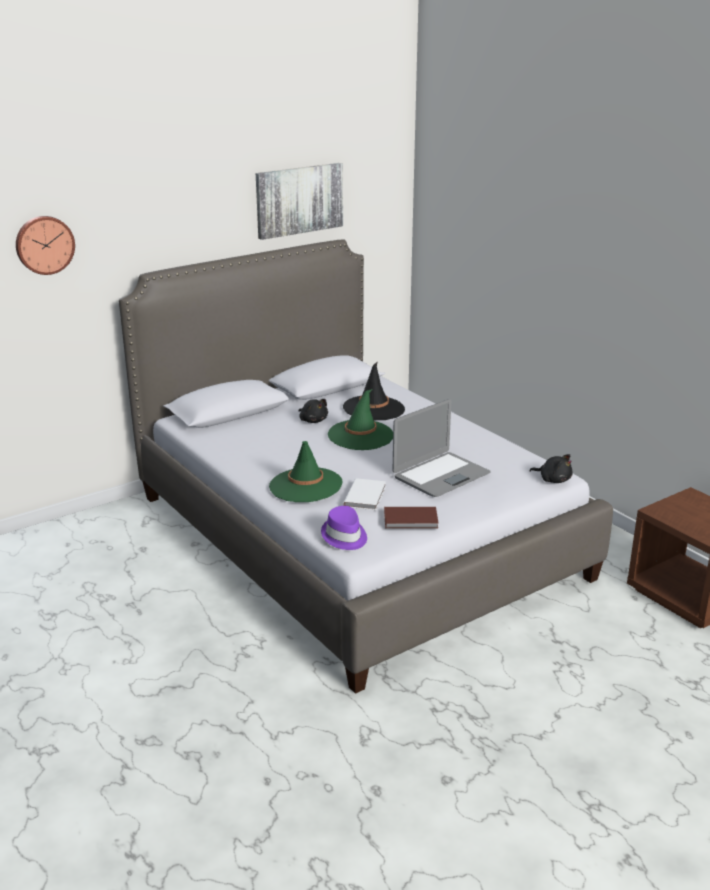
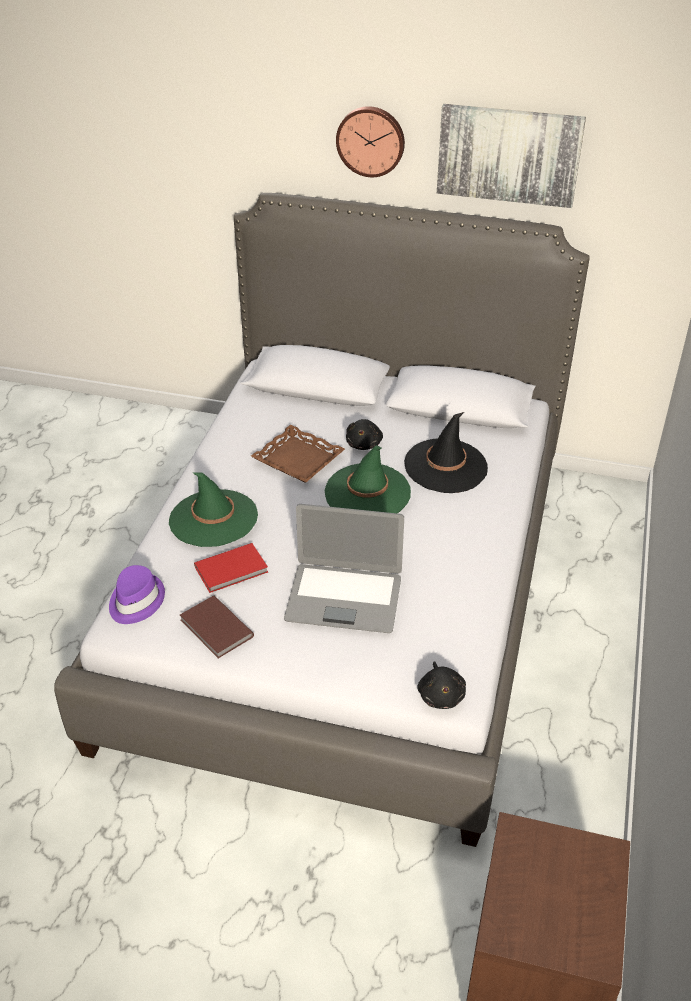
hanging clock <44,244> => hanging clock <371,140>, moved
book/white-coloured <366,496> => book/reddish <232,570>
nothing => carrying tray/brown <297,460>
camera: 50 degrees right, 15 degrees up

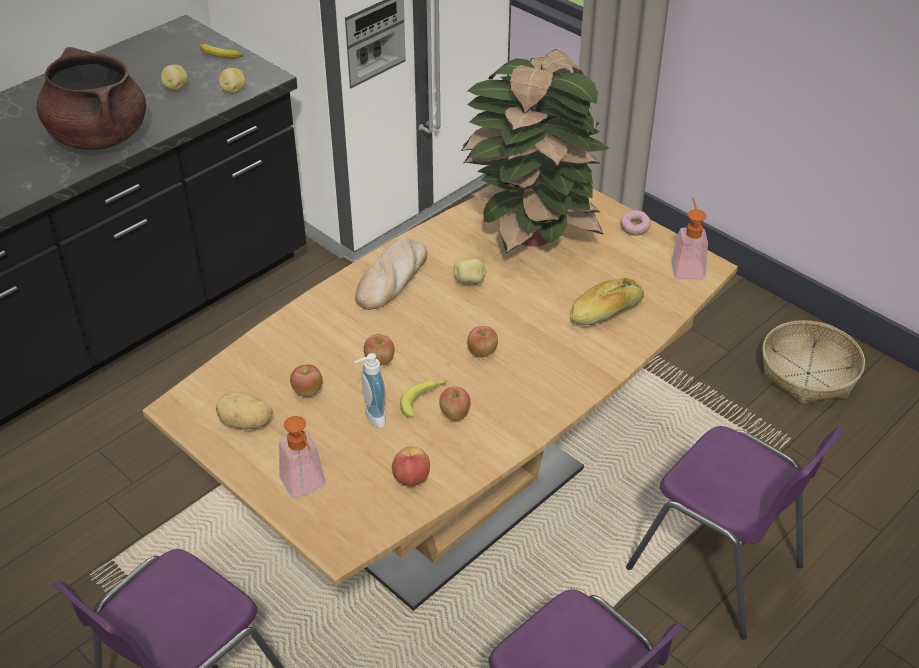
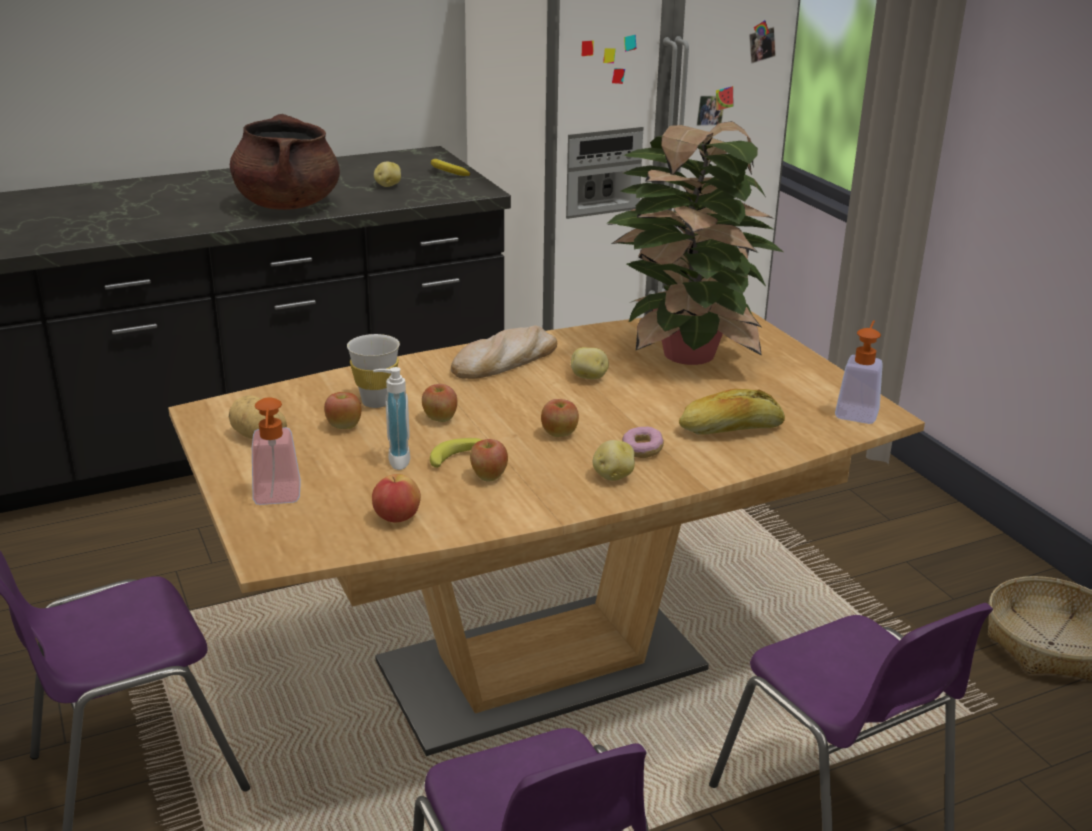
whole potato <233,91> => whole potato <612,476>, moved
donut <634,228> => donut <642,450>, moved
nothing => small cup/white-coloured <376,402>
camera: 20 degrees right, 15 degrees down

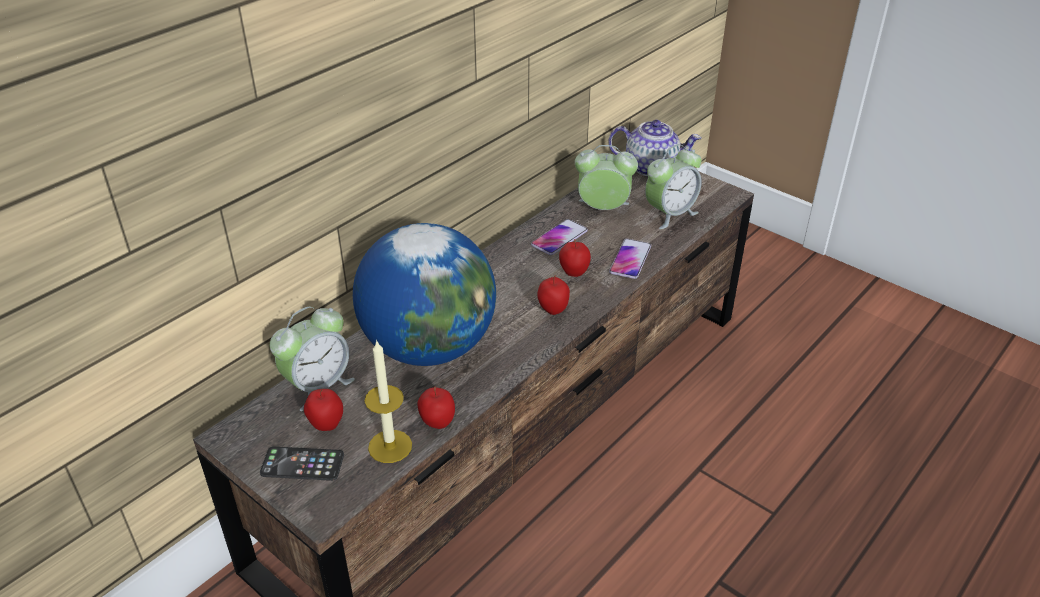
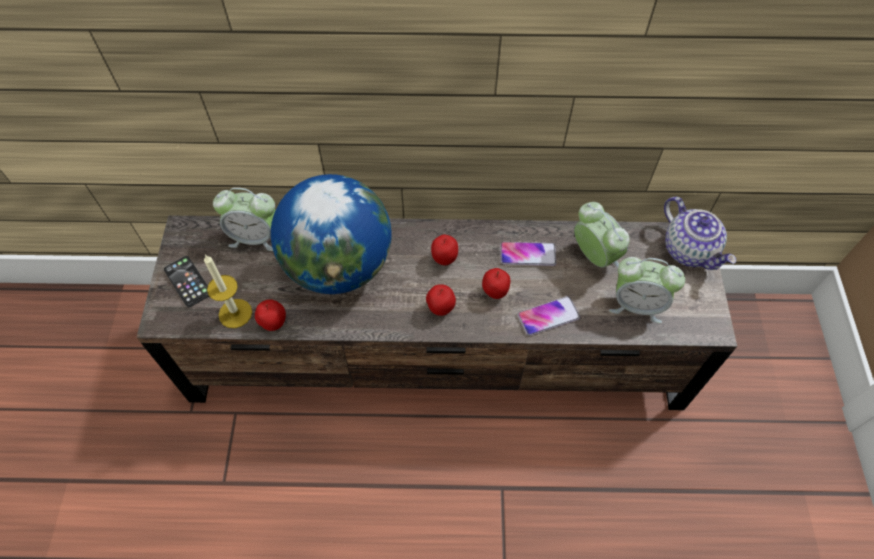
whole apple <326,425> => whole apple <444,259>, moved
camera: 50 degrees right, 20 degrees up

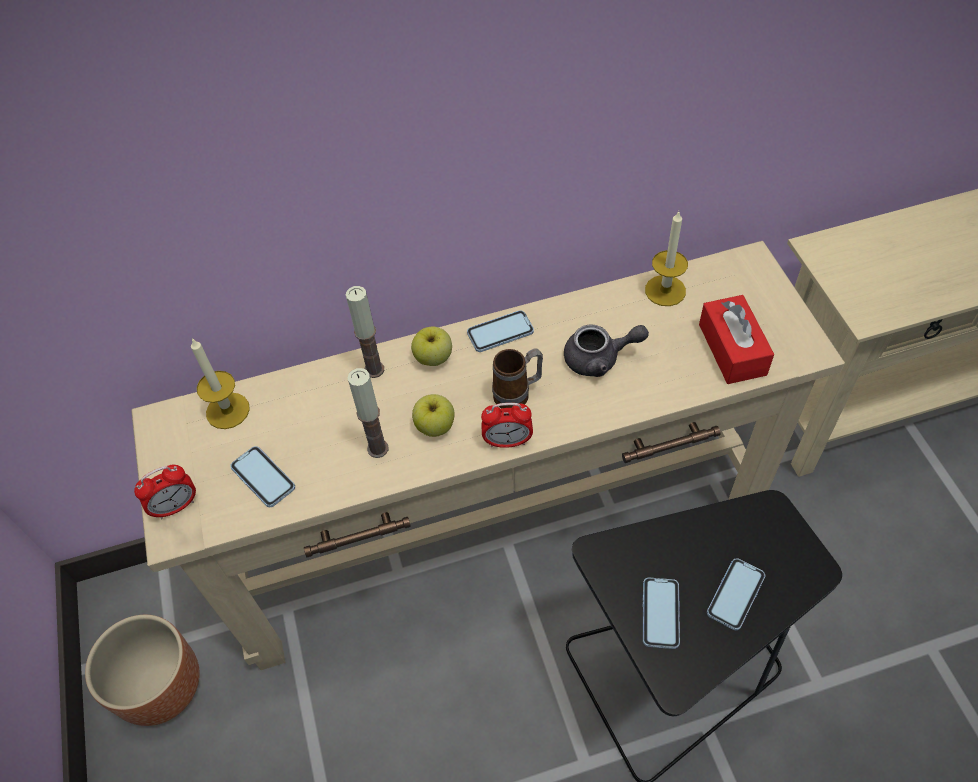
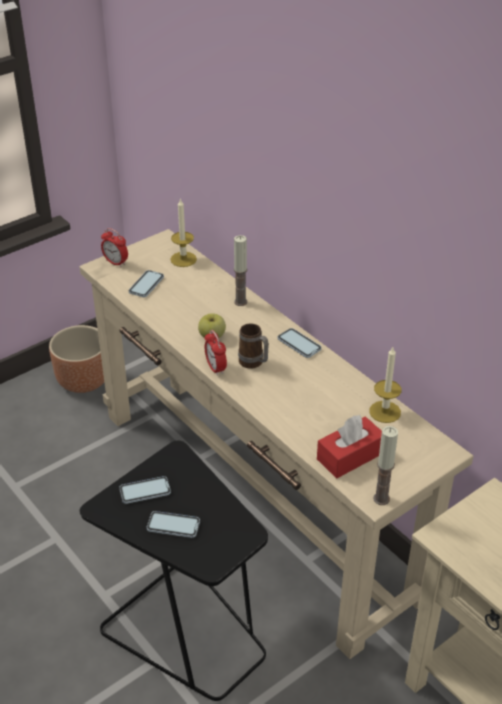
pot for tea/gray <599,359> => nothing
whole apple <433,358> => nothing
wax light <377,448> => wax light <381,499>, moved
camera: 65 degrees right, 15 degrees down

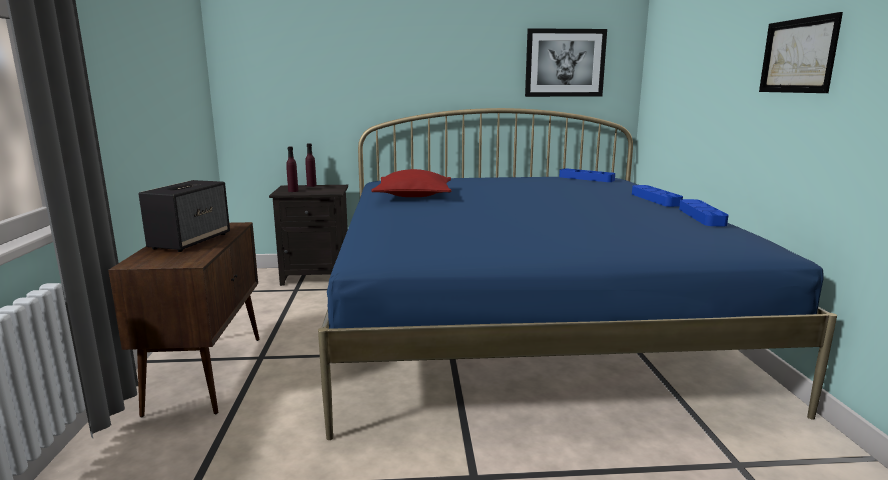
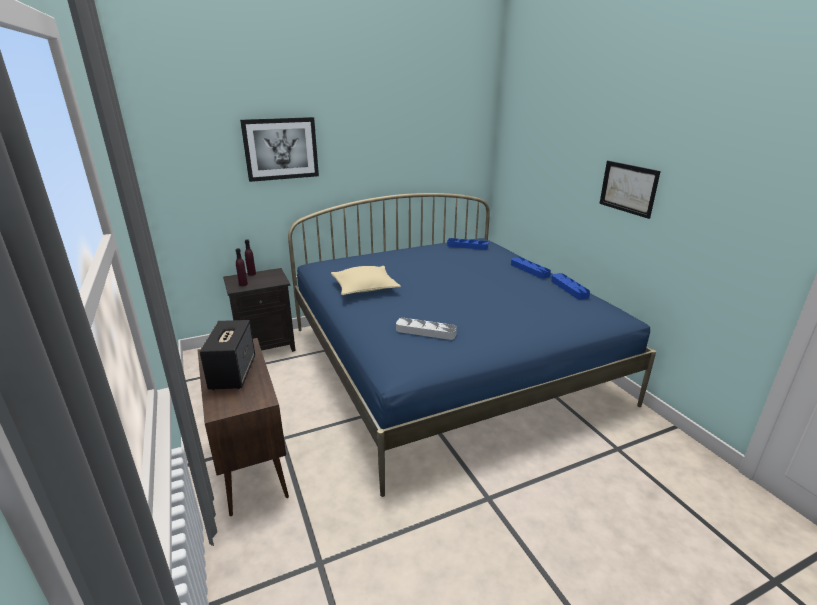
wall art <564,63> => wall art <281,149>, moved
cushion/reddish <413,195> => cushion/beige-coloured <364,287>
nothing => carrying tray/gray <425,332>
camera: 20 degrees left, 10 degrees up

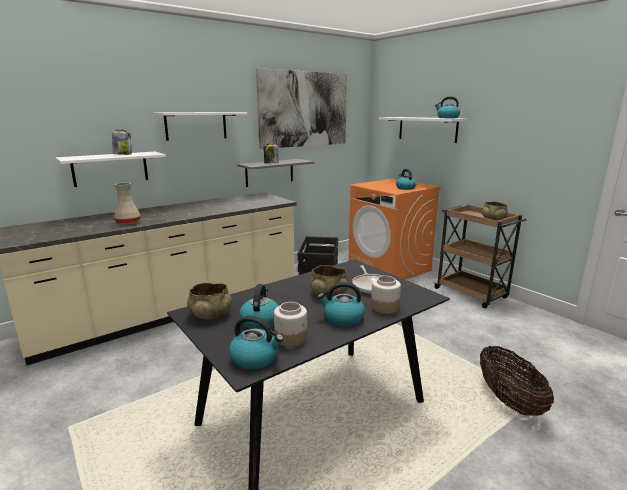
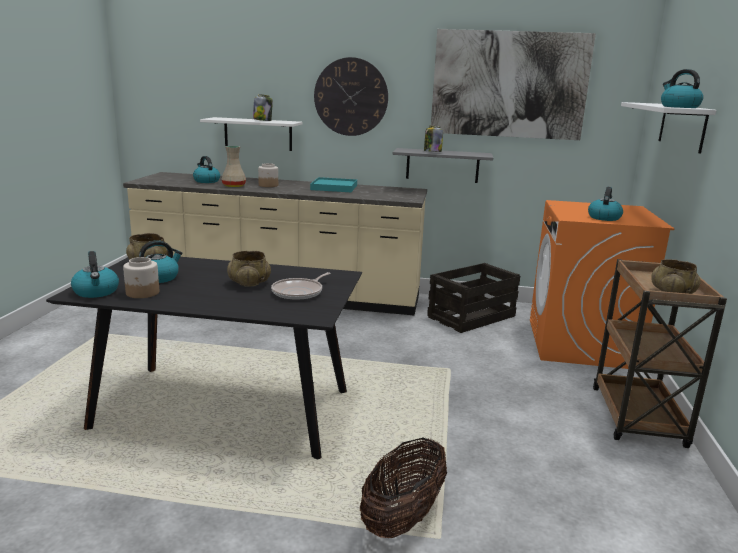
bracket shelf/white-coloured <196,125> => hanging clock <351,97>
jar <384,307> => jar <268,185>, moved
tea kettle <342,318> => tea kettle <206,181>, moved
nothing => carrying tray/turquoise-coloured <334,187>
camera: 45 degrees right, 0 degrees up

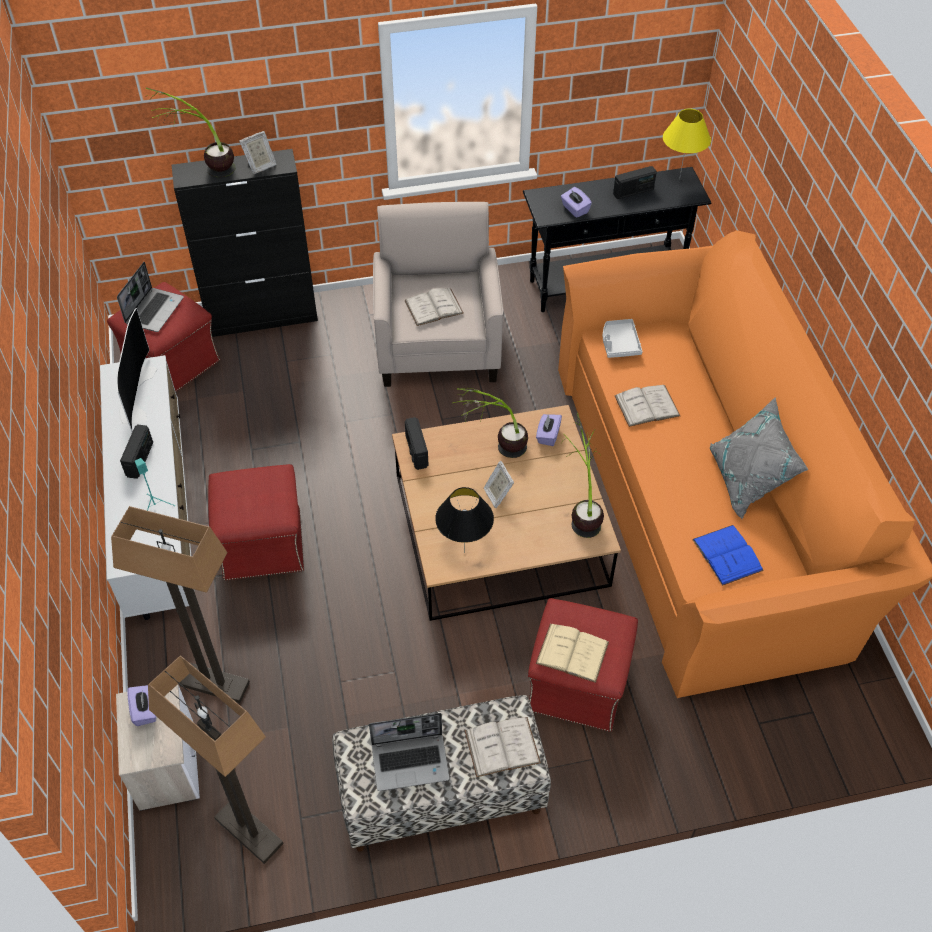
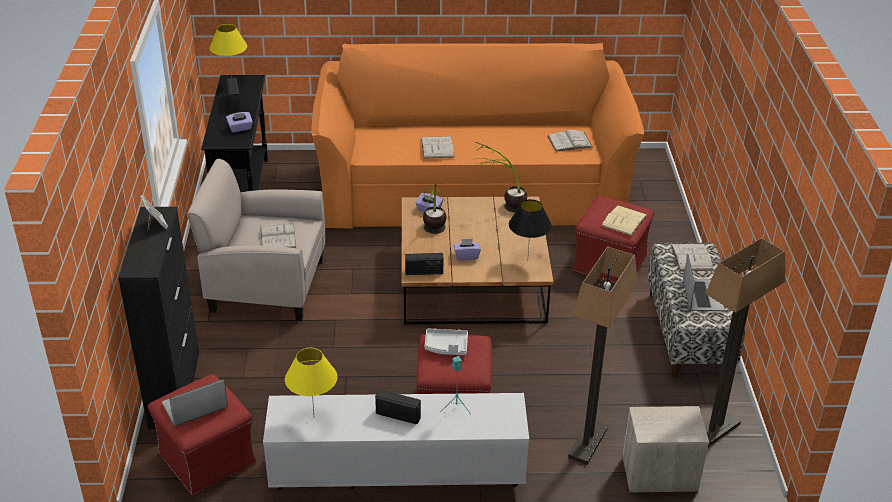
potted plant <203,169> => nothing
portable computer <154,310> => portable computer <194,407>, 60 degrees counterclockwise
TV set <134,394> => tabletop lamp/yellow <313,417>
carrying tray/gray <619,343> => carrying tray/gray <446,347>, moved
cushion/gray <748,480> => nothing
picture frame <497,495> => nothing
book/blue-coloured <727,555> => book/white-coloured <569,141>
tissue box/purple <145,711> => tissue box/purple <466,256>, moved
camera: 80 degrees left, 15 degrees down

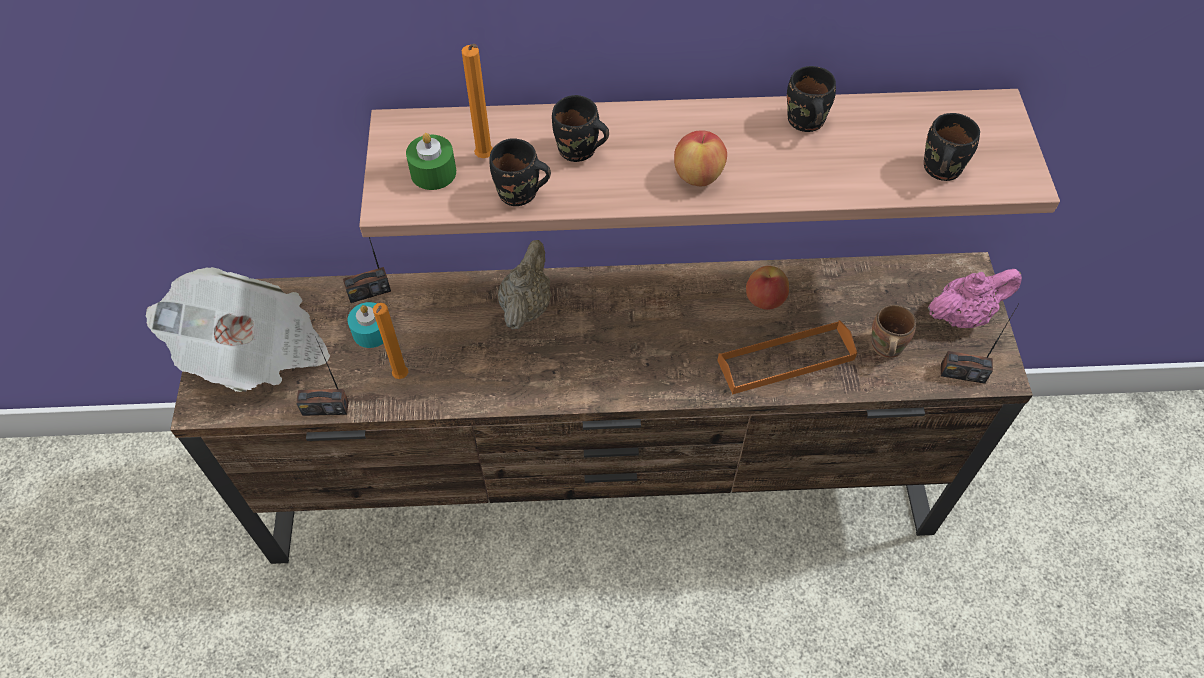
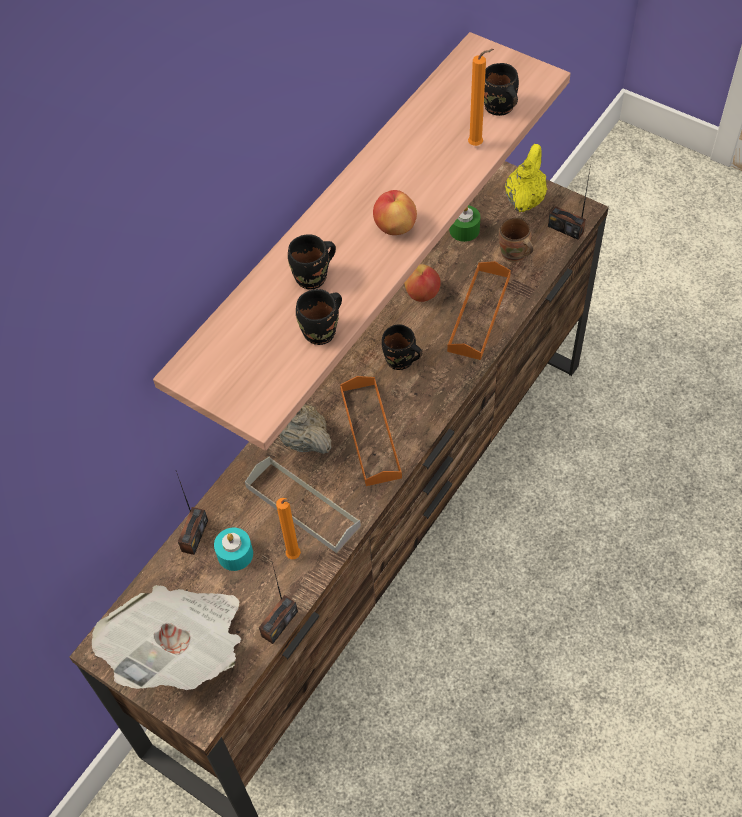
wax light/orangey <486,159> => wax light/orangey <478,145>, moved
mug/blackish <803,122> => mug/blackish <400,362>, moved
wax light/green-coloured <433,172> => wax light/green-coloured <464,230>, moved
pot for tea/pink <963,315> => pot for tea/yellow <525,199>
radio receiver <962,373> => radio receiver <565,229>, 75 degrees clockwise
nothing => carrying tray/orangey <370,433>
nothing => carrying tray/gray <302,506>
camera: 50 degrees left, 0 degrees up

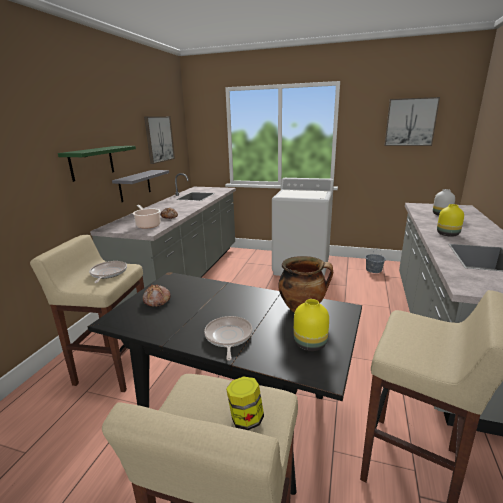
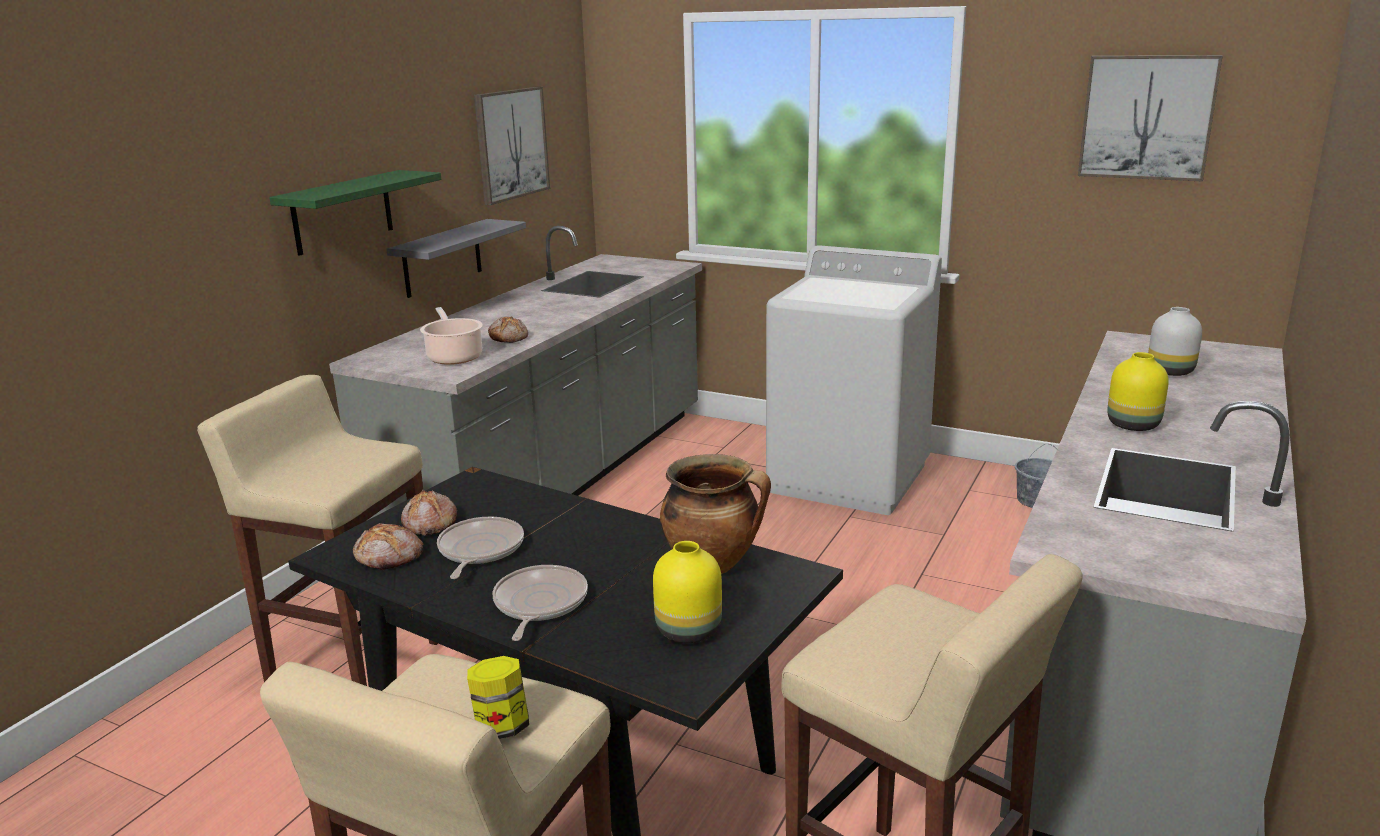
pan <108,273> => pan <479,550>, moved
nothing => bread <390,557>
camera: 10 degrees right, 0 degrees up

